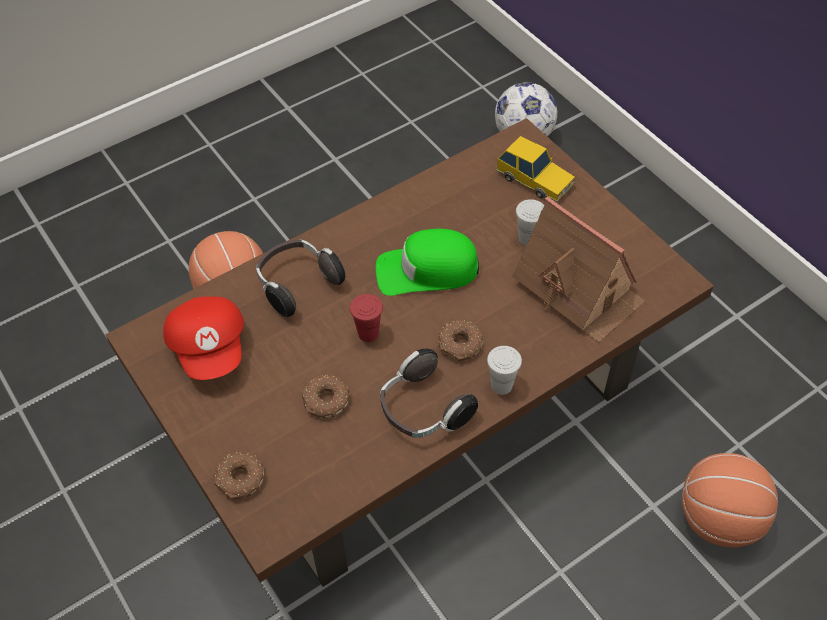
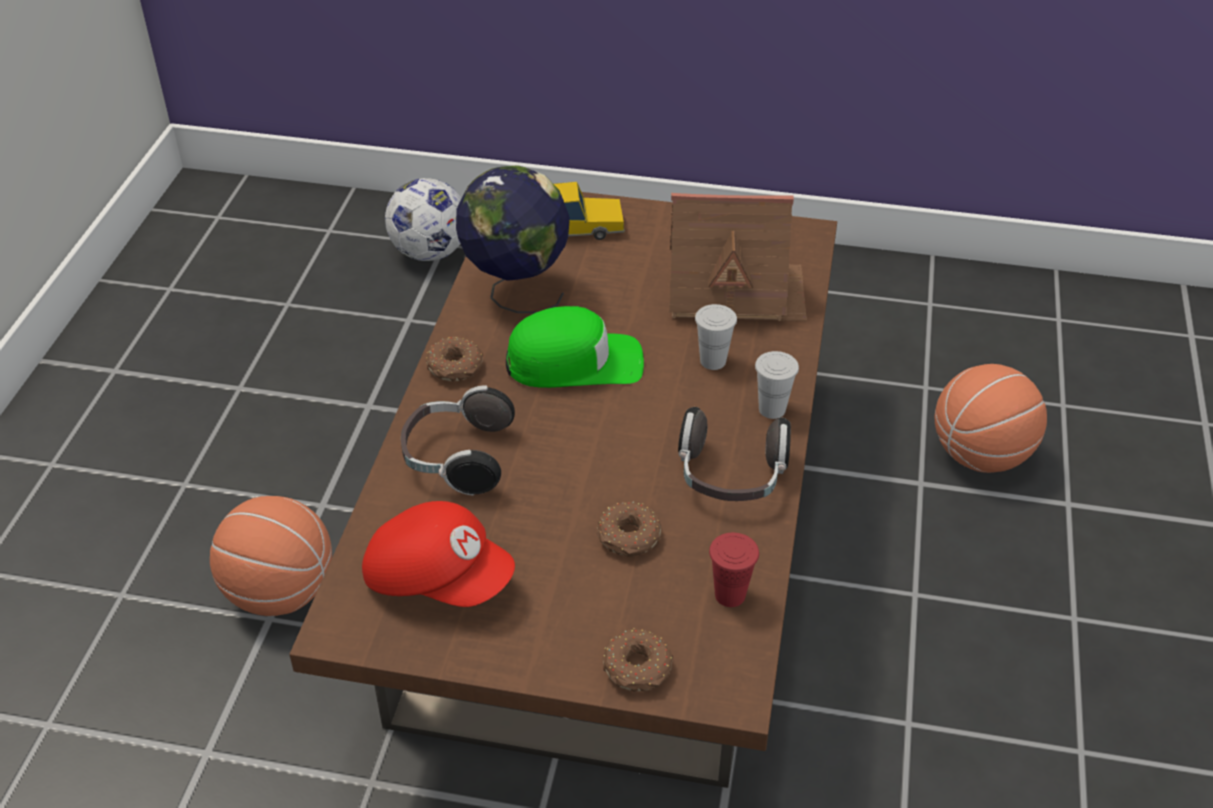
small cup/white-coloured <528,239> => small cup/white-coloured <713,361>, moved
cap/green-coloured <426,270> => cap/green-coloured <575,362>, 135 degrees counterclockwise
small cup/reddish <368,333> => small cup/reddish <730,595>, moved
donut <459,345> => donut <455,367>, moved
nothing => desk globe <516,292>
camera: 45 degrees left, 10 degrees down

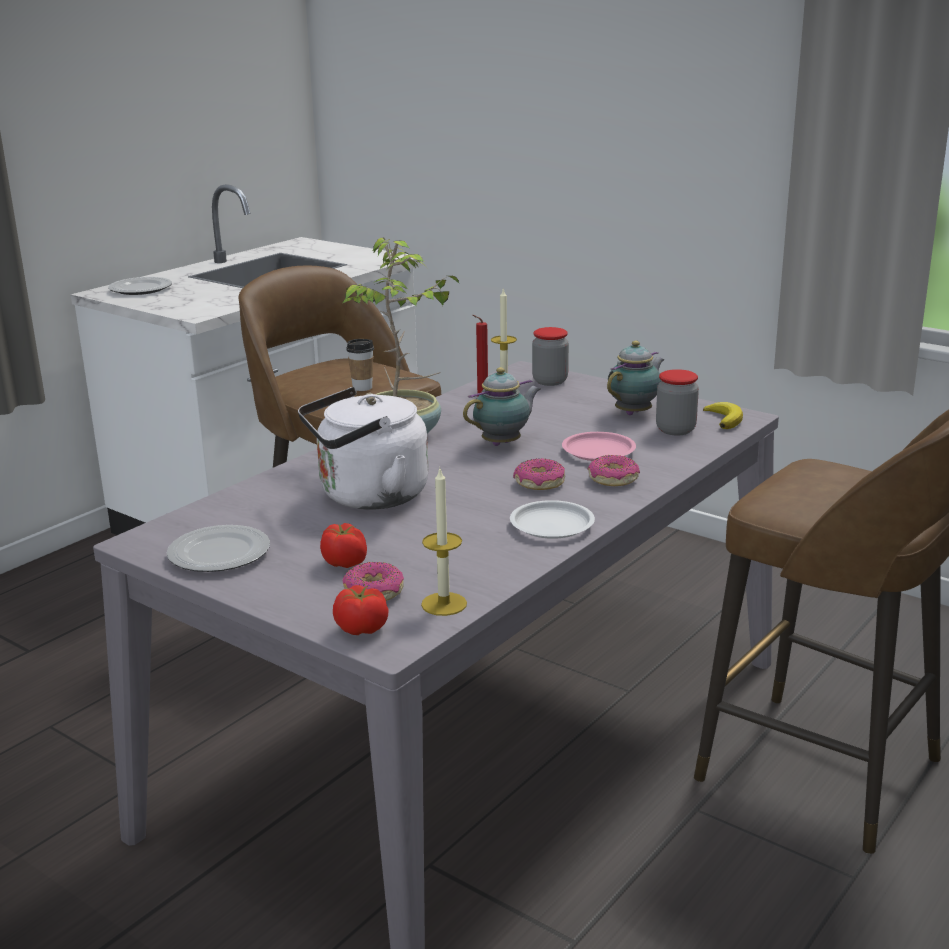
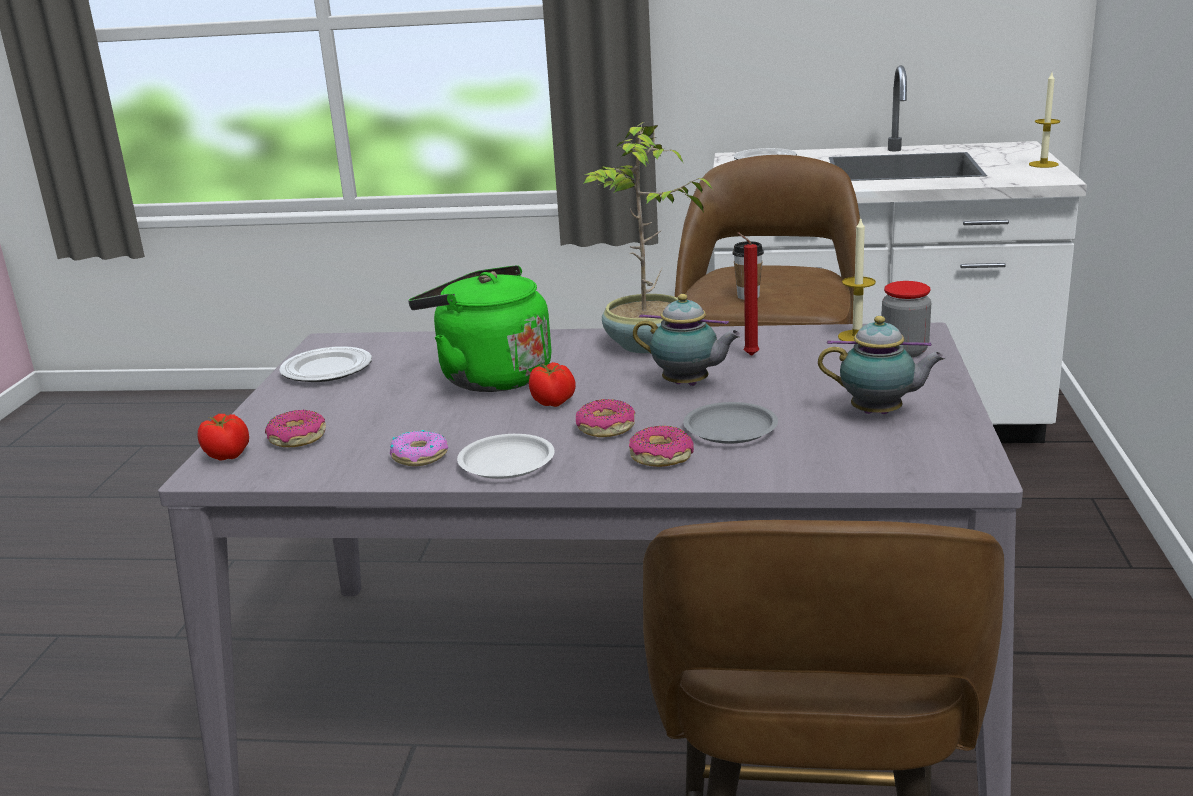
jar <675,430> => nothing
tea kettle/white-coloured <367,497> => tea kettle/green-coloured <489,377>
banana fruit <724,419> => nothing
dinner plate/pink <598,451> => dinner plate/gray <731,429>
wax light <444,604> => wax light <1043,164>, moved
tomato <345,563> => tomato <553,402>, moved
nothing => donut <419,456>
camera: 60 degrees right, 0 degrees up

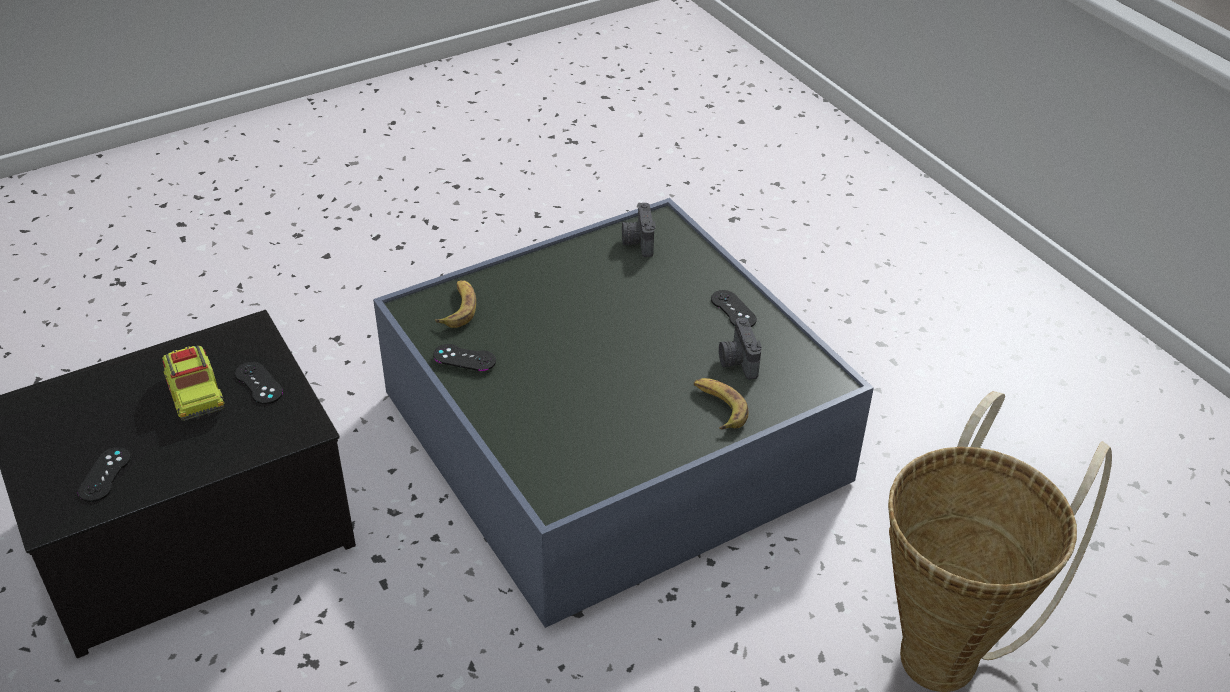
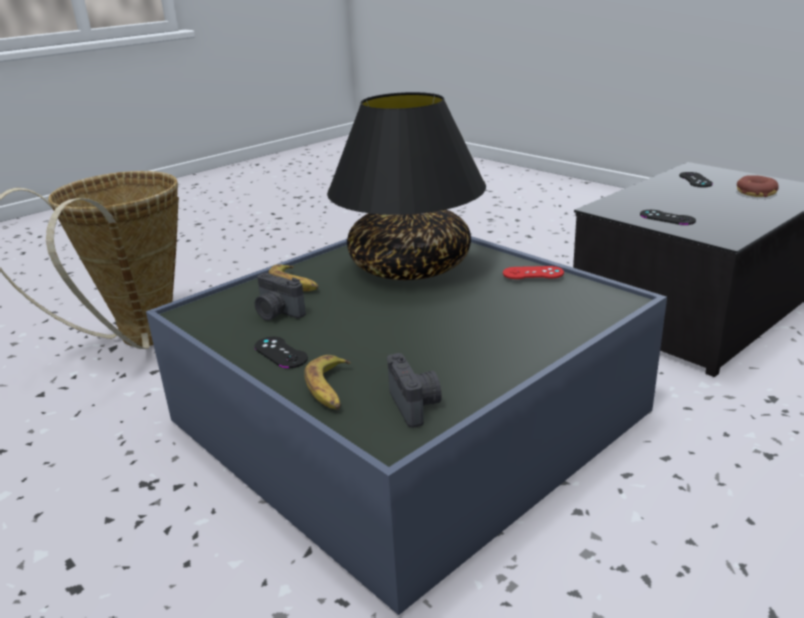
banana fruit <458,308> => banana fruit <330,389>, moved
still camera <737,362> => still camera <277,313>, 150 degrees clockwise
game controller/blackish <464,358> => game controller/reddish <533,273>
model truck <195,394> => nothing
nothing => tabletop lamp/blackish <411,268>
nothing => donut <755,193>
camera: 170 degrees right, 15 degrees down

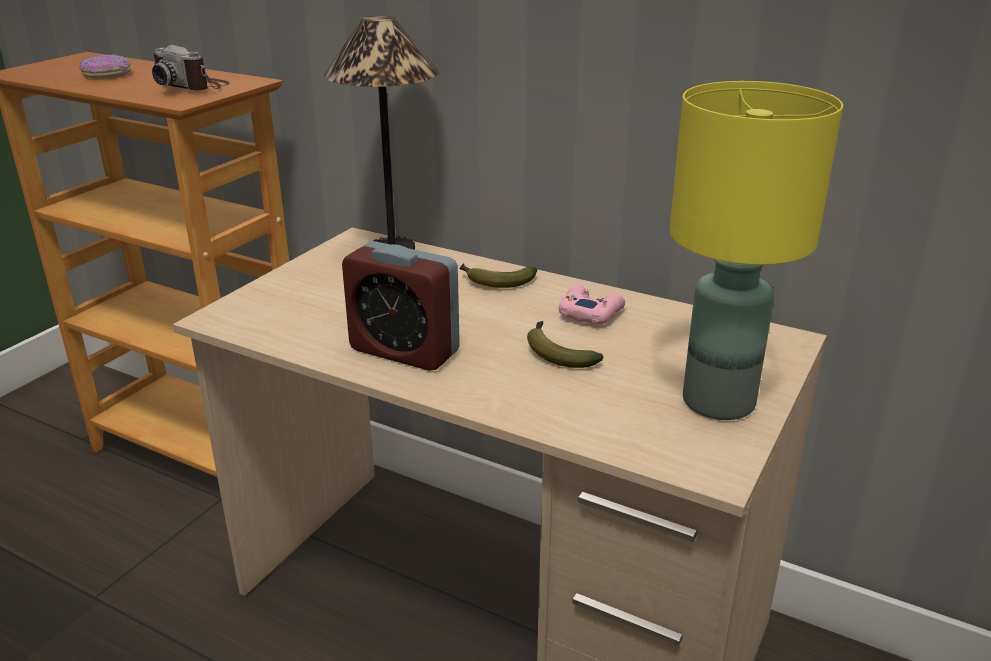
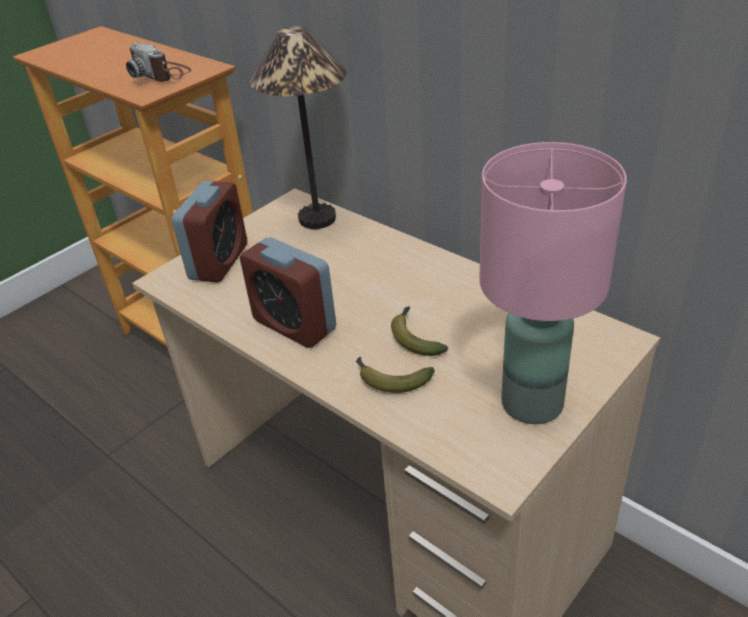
donut <107,75> => nothing
tabletop lamp/yellow <716,401> => tabletop lamp/pink <530,402>
banana fruit <495,282> => banana fruit <390,380>, moved
game controller/pink <590,313> => nothing
nothing => bedside clock <219,262>
camera: 15 degrees right, 10 degrees up

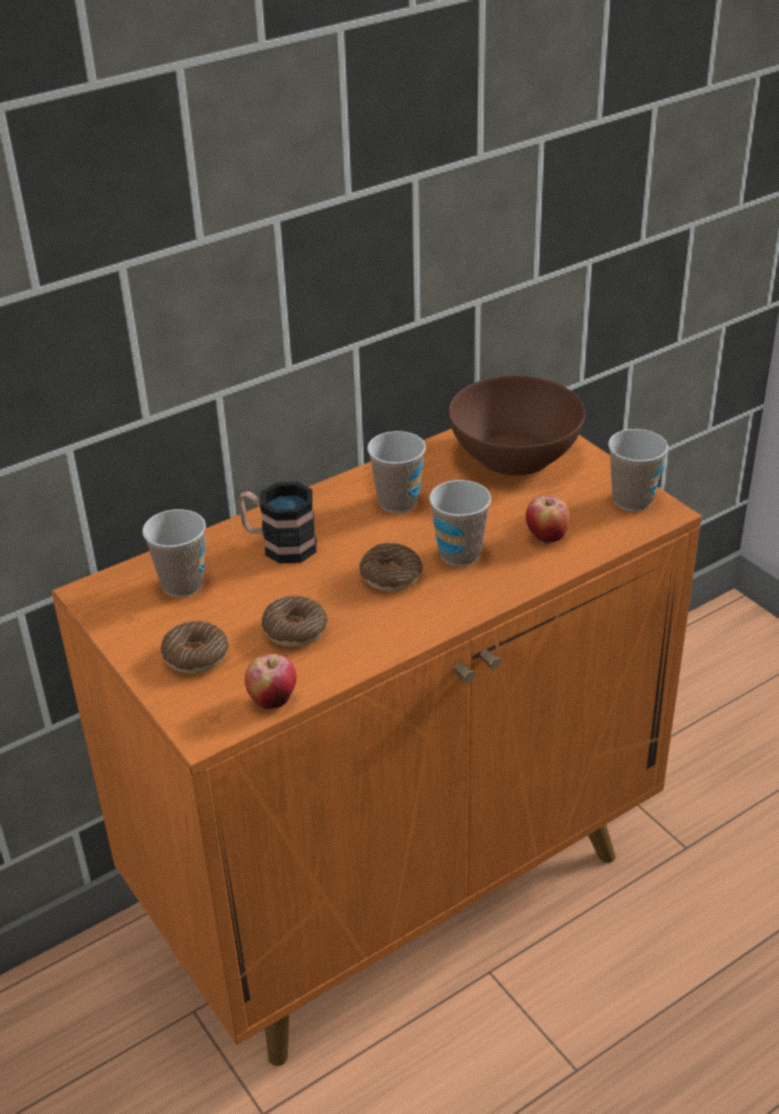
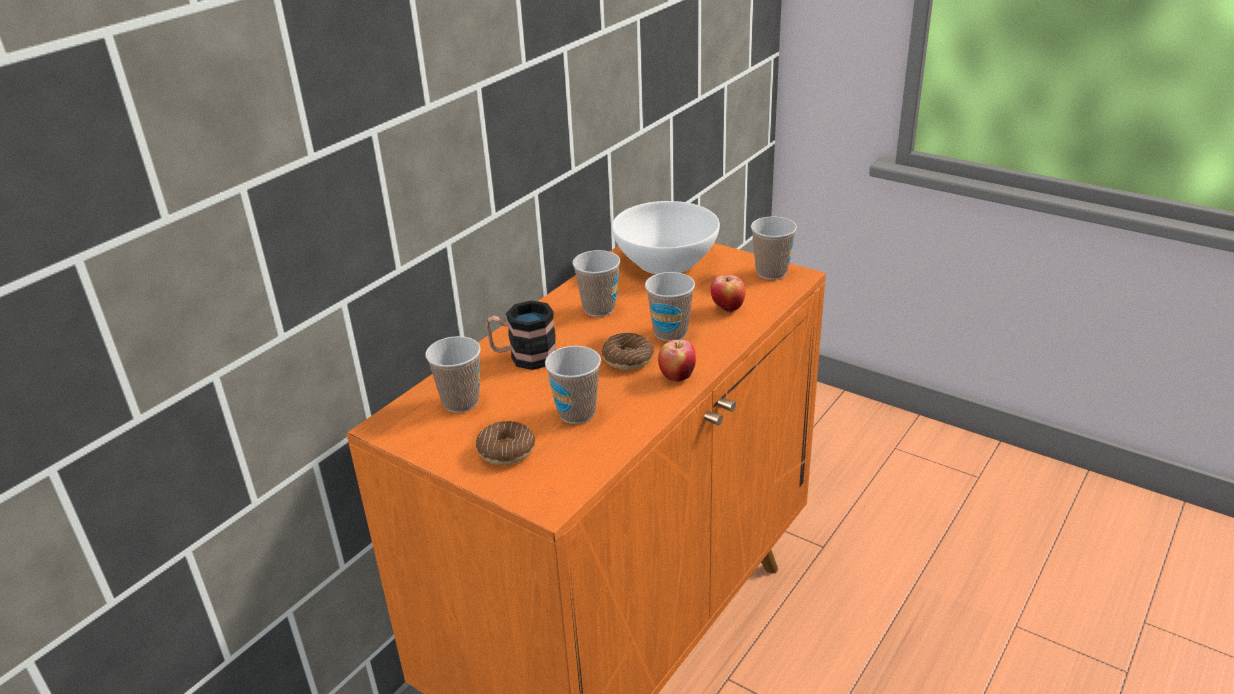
deep dish/brown <514,454> => deep dish/white-coloured <665,260>
donut <295,630> => small cup <577,413>
whole apple <272,700> => whole apple <677,376>, moved
camera: 20 degrees left, 5 degrees down

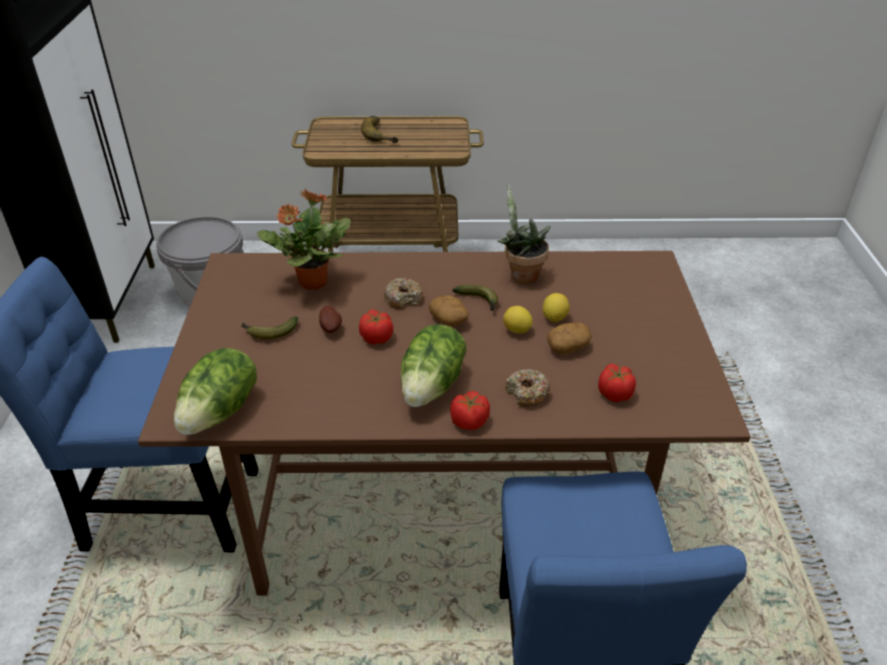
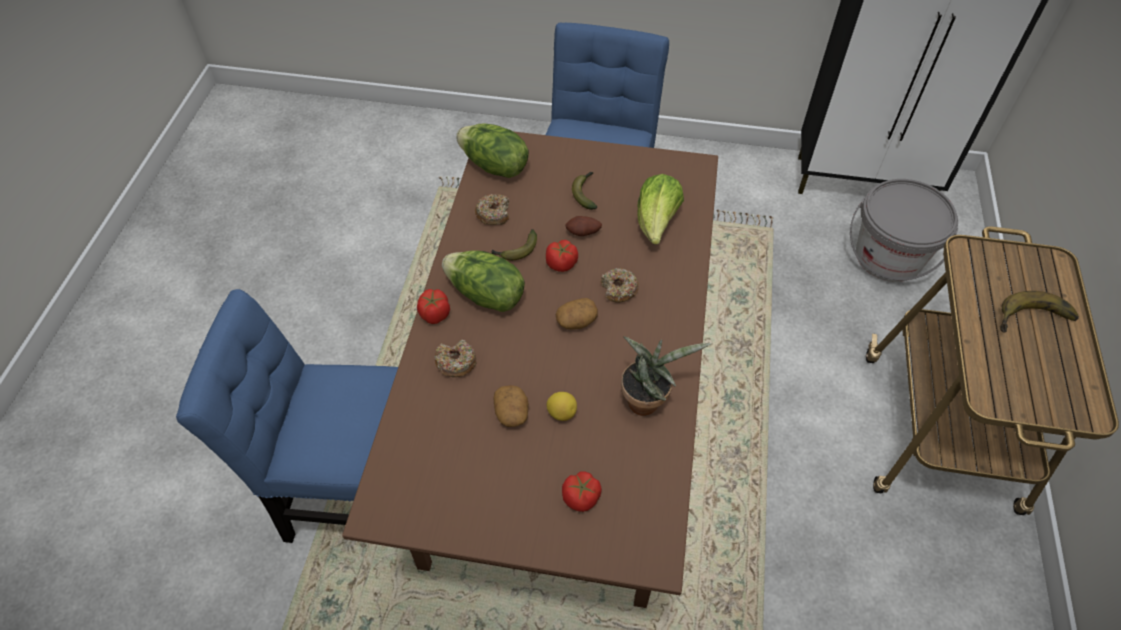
potted plant <312,283> => lettuce head <656,223>
banana fruit <479,302> => banana fruit <516,251>, moved
lemon <517,330> => nothing
tomato <614,393> => tomato <581,497>, moved
nothing => donut <493,214>
camera: 100 degrees right, 15 degrees up

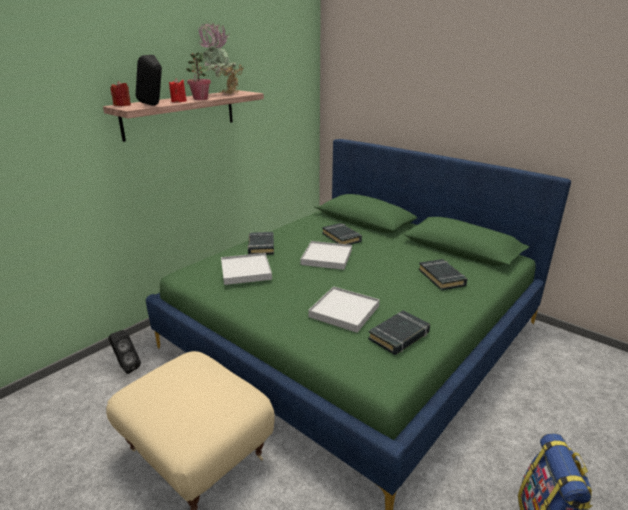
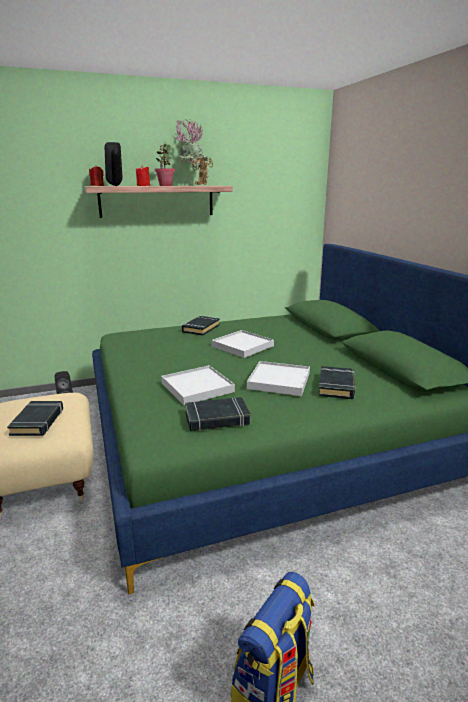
book/blackish <341,237> => book/blackish <38,422>, moved
carrying tray/white-coloured <245,271> => carrying tray/white-coloured <279,381>, moved
camera: 30 degrees right, 5 degrees down

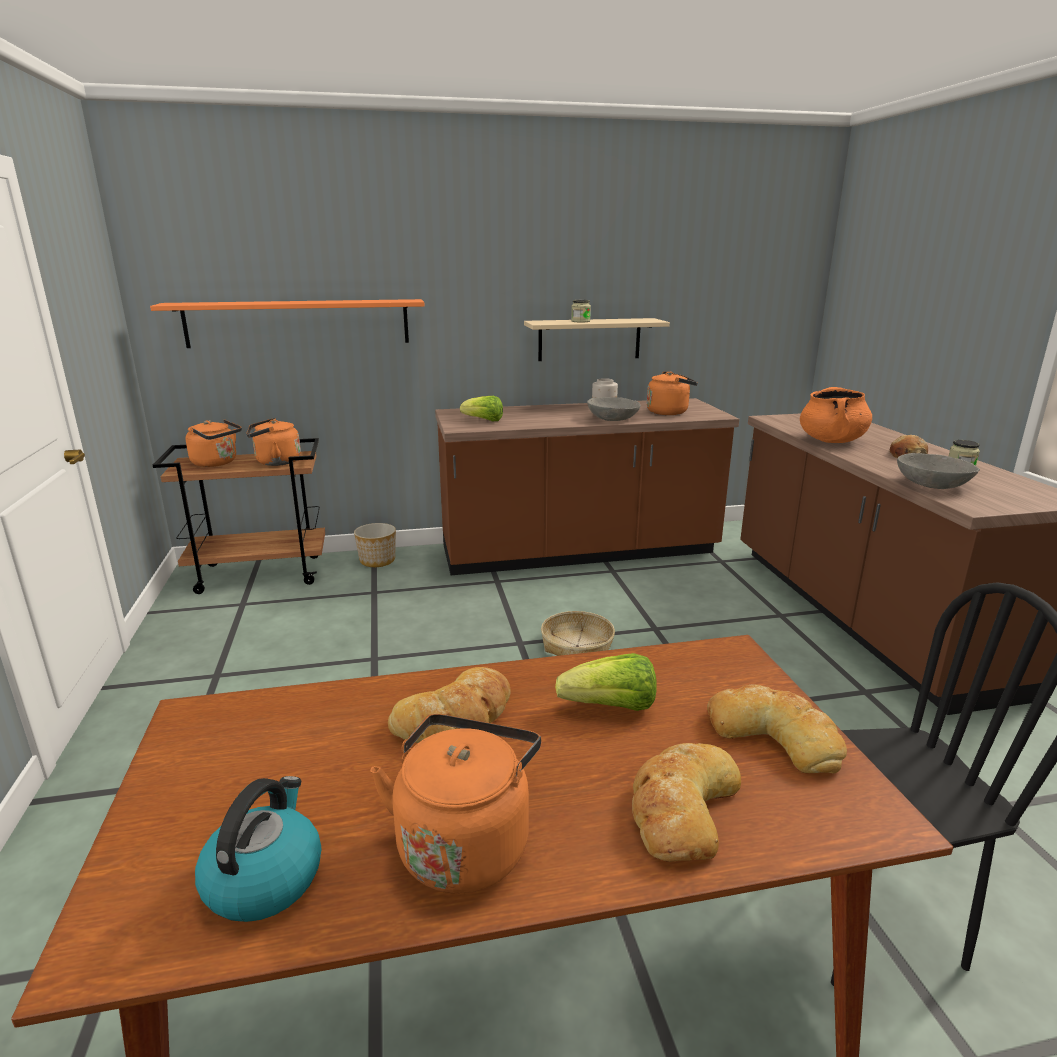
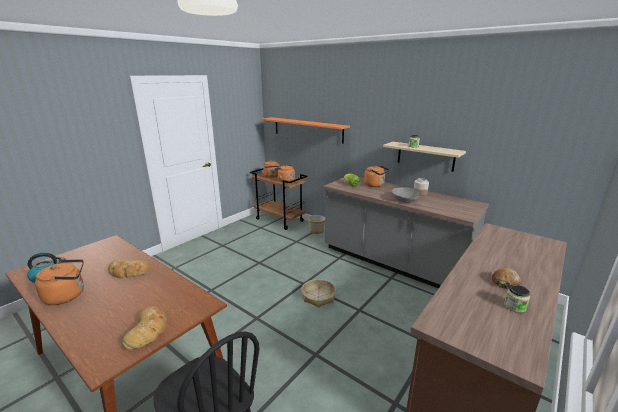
tea kettle/orangey <669,412> => tea kettle/orangey <375,185>, moved
cooking pot/orangey <831,441> => nothing
counter/brown <579,552> => counter/gray <392,263>
deep dish/gray <932,484> => nothing
lettuce head <611,707> => nothing
bread <681,807> => nothing
camera: 50 degrees right, 0 degrees up

